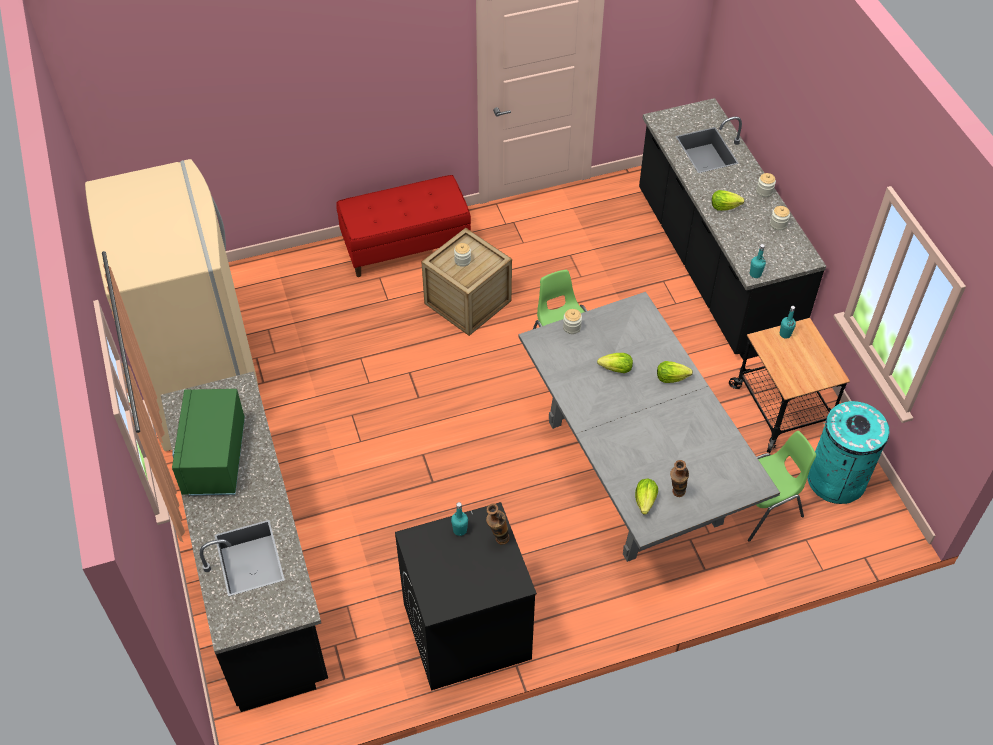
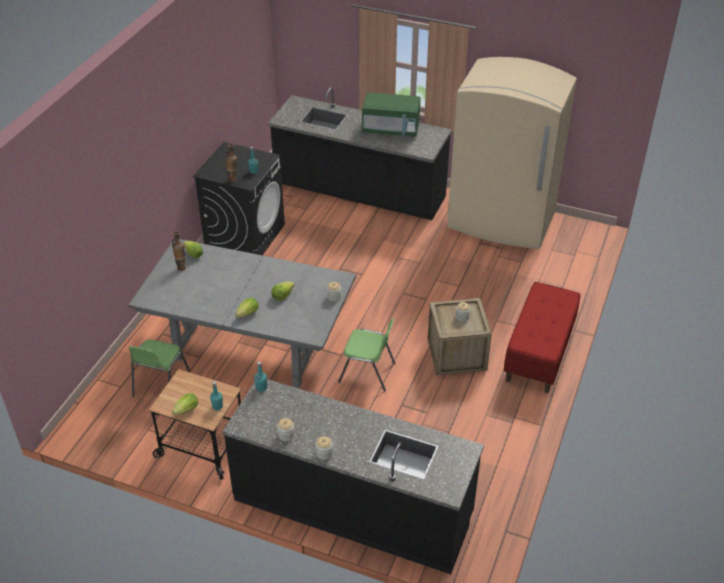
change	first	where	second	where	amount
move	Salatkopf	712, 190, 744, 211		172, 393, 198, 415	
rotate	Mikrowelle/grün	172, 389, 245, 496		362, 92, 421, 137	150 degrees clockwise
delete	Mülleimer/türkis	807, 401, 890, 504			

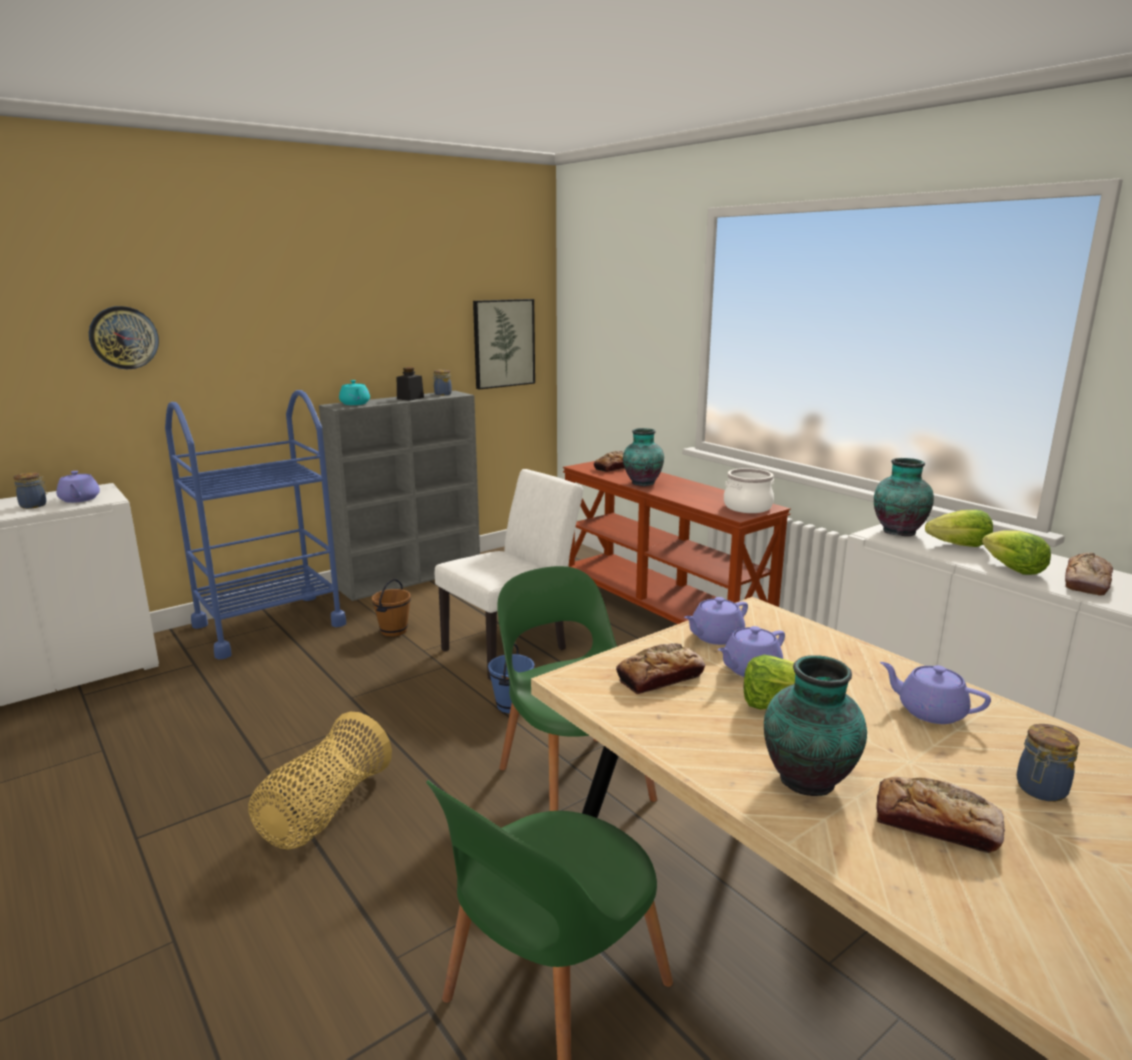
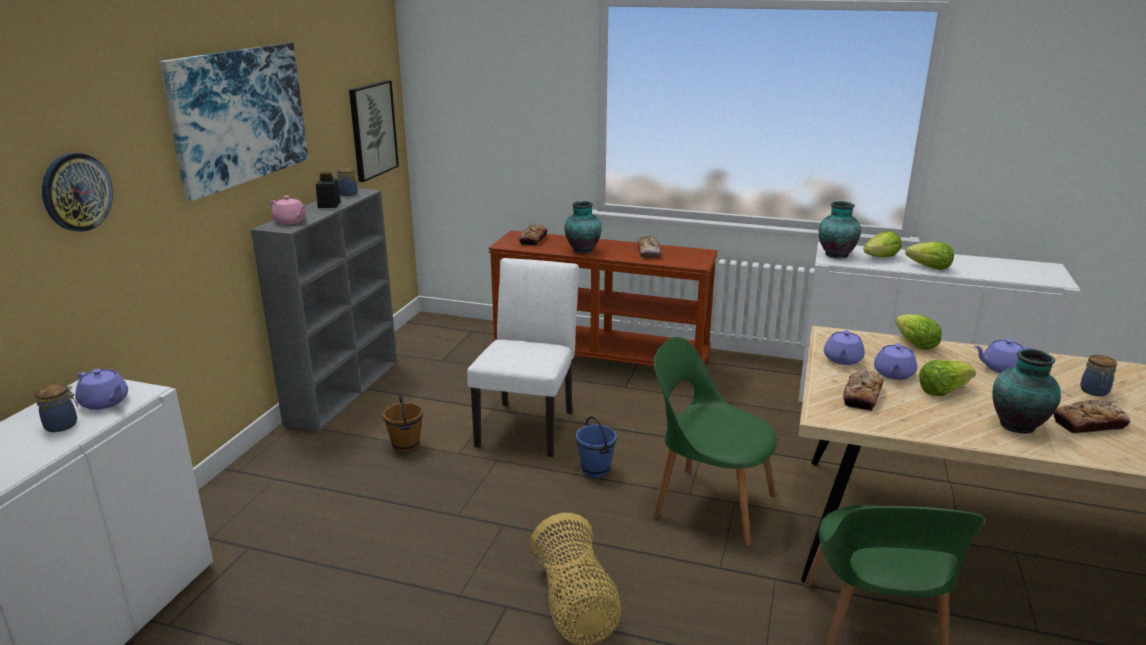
change	first	where	second	where	amount
recolor	Teekanne/türkis	339, 380, 370, 405	Teekanne/rosa	270, 196, 307, 224	
delete	Rollwagen/blau	165, 390, 346, 660			
delete	Kochtopf	724, 468, 774, 513			
move	Brot	1065, 553, 1113, 595		637, 235, 662, 258	
insert			Bild	159, 43, 308, 201	
insert			Salatkopf	895, 314, 942, 350	

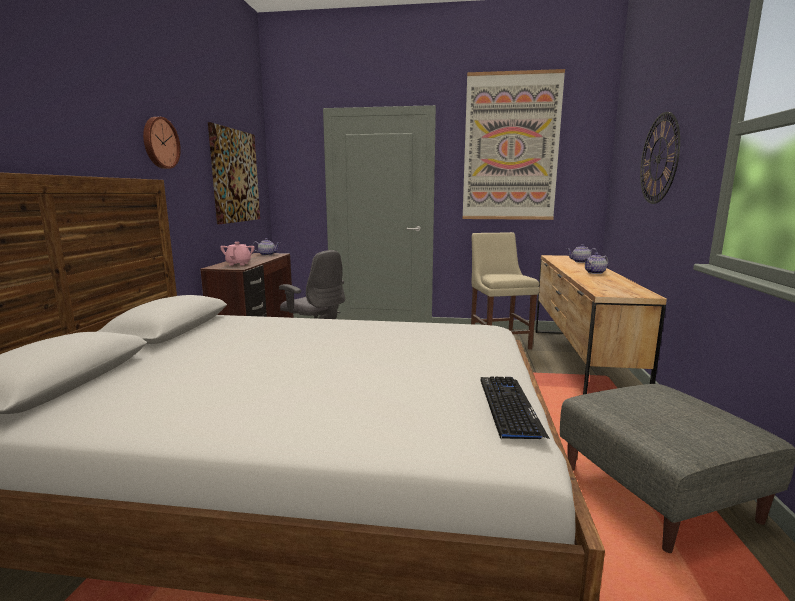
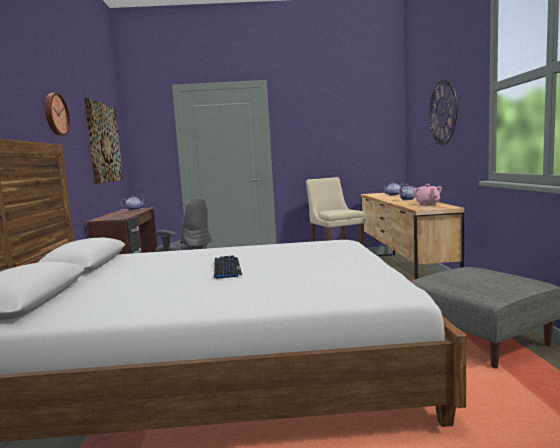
change	first	where	second	where	amount
delete	Bild	463, 69, 565, 220			
move	Teekanne/rosa	220, 242, 254, 266		413, 184, 442, 206	
move	Tastatur	480, 377, 550, 440		214, 255, 242, 279	

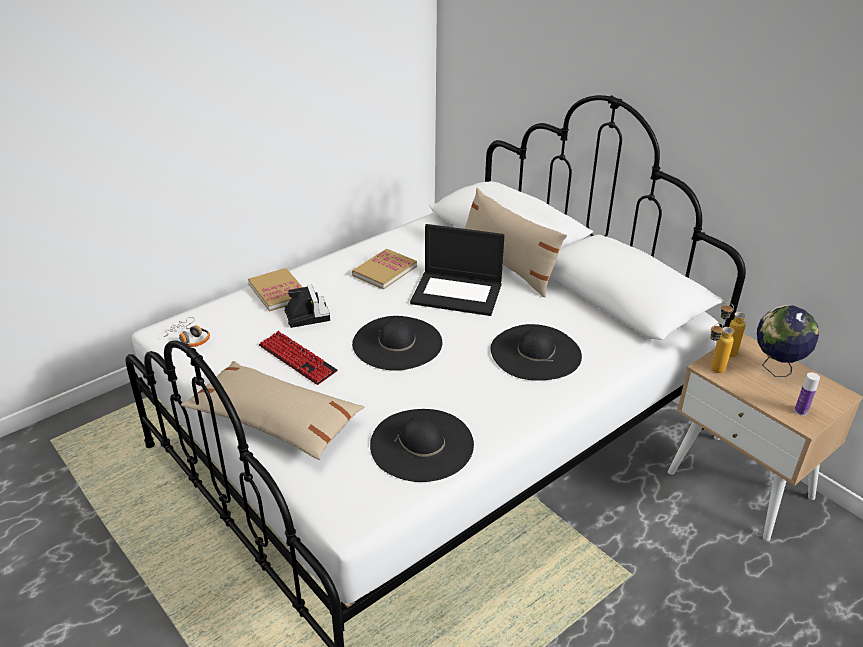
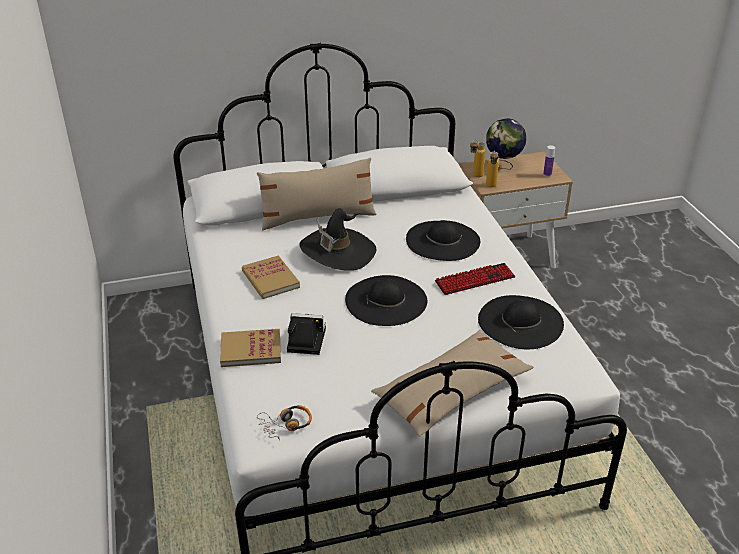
change	first	where	second	where	amount
replace	Laptop	410, 224, 505, 316	Hut/schwarz	300, 208, 376, 271	
move	Tastatur	259, 331, 338, 385		435, 263, 515, 295	

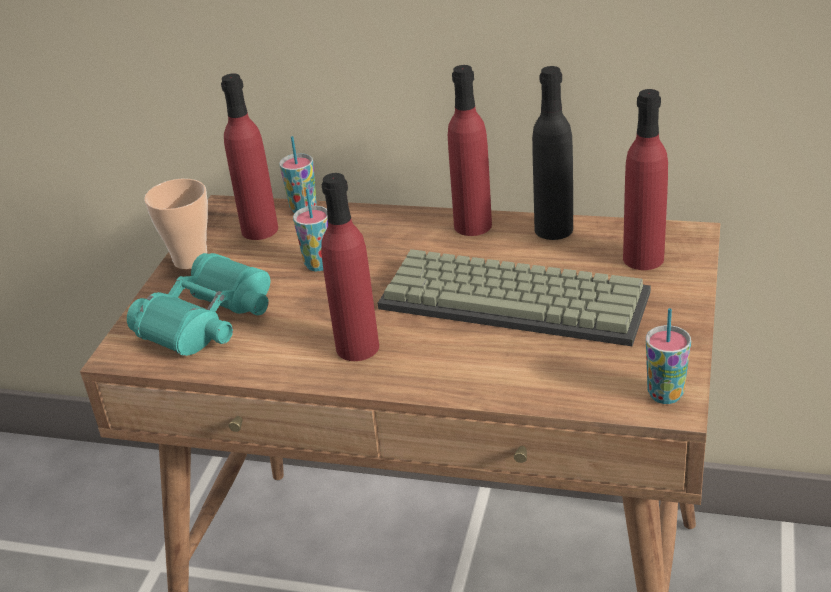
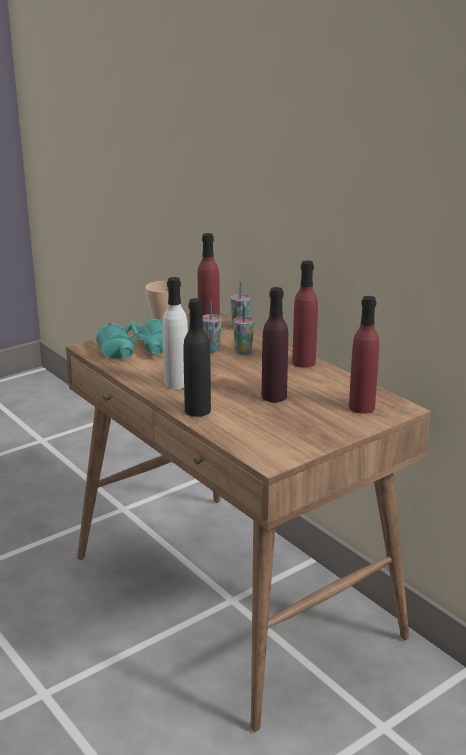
change	first	where	second	where	amount
move	Flasche/schwarz	532, 66, 573, 240		183, 298, 211, 417	
recolor	Flasche/rot	321, 173, 379, 361	Flasche/weiß	163, 277, 188, 389	
replace	Tastatur	378, 249, 651, 346	Flasche/lila	262, 287, 288, 402	
move	Tasse	646, 308, 691, 404		233, 304, 254, 354	

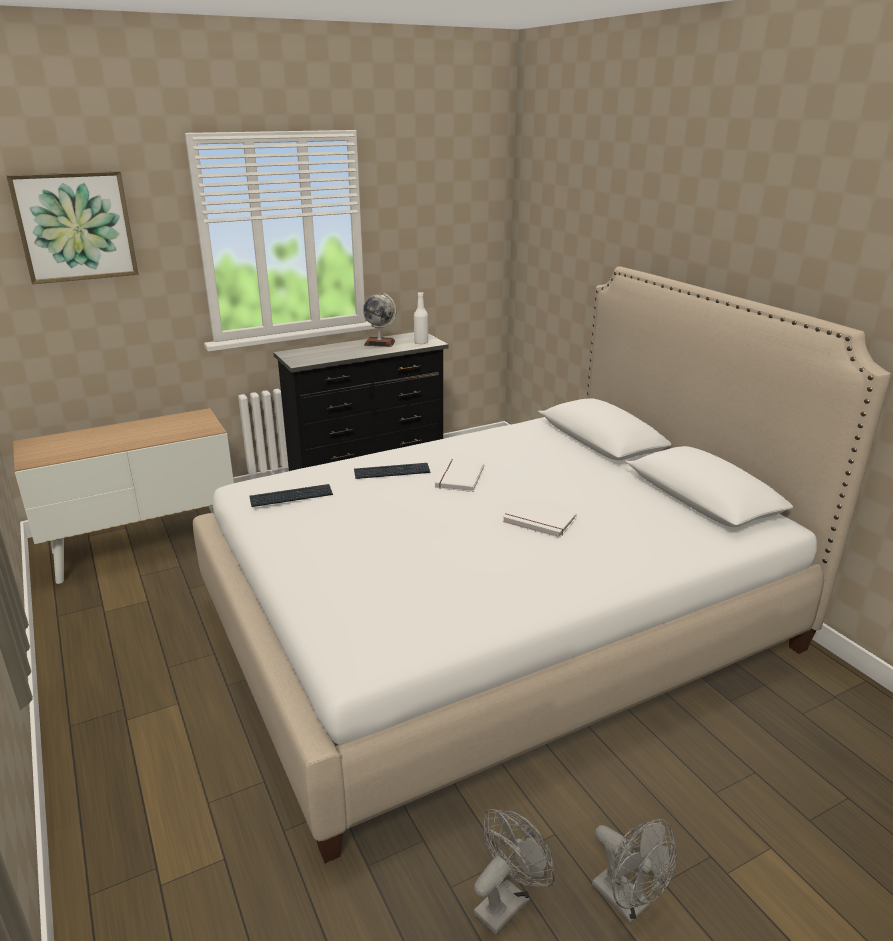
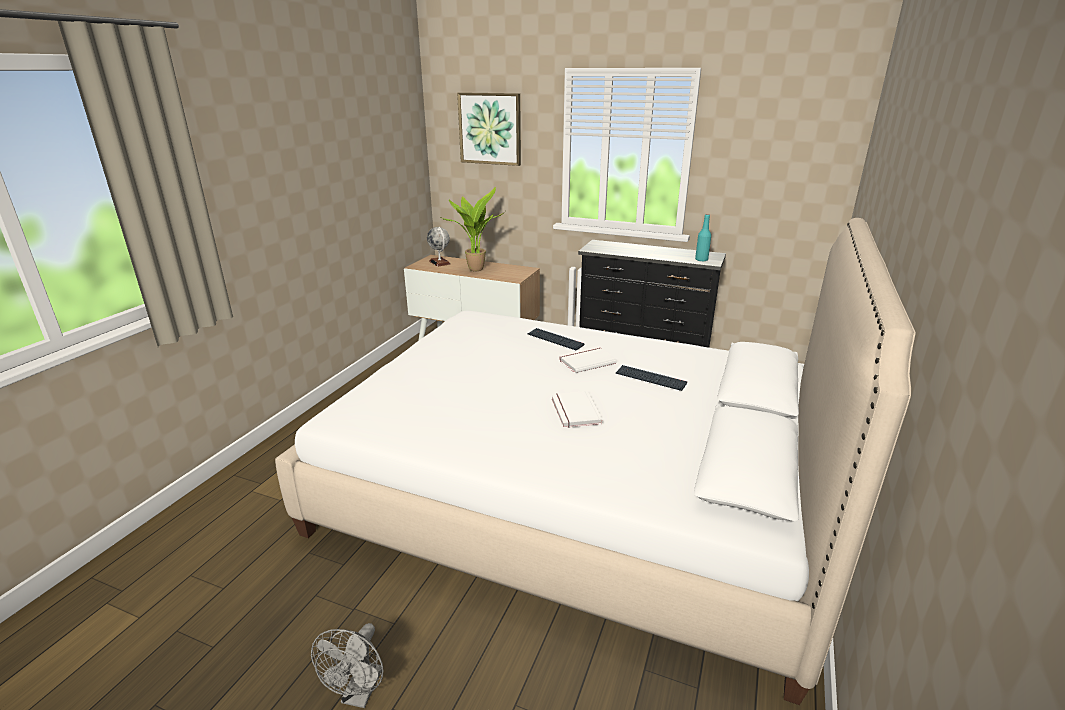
change	first	where	second	where	amount
recolor	Flasche/weiß	414, 292, 428, 345	Flasche/türkis	695, 214, 711, 261	
move	Globus	363, 293, 396, 347		427, 227, 450, 267	
move	Tastatur	249, 484, 333, 507		616, 365, 687, 391	
delete	Ventilator/grau	474, 809, 555, 935			
insert			Topfpflanze	439, 187, 503, 271	

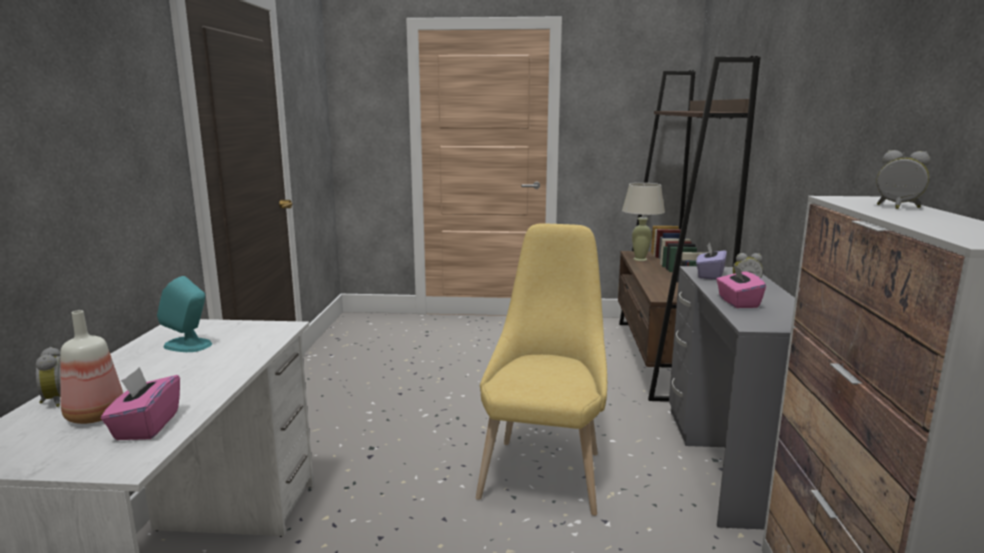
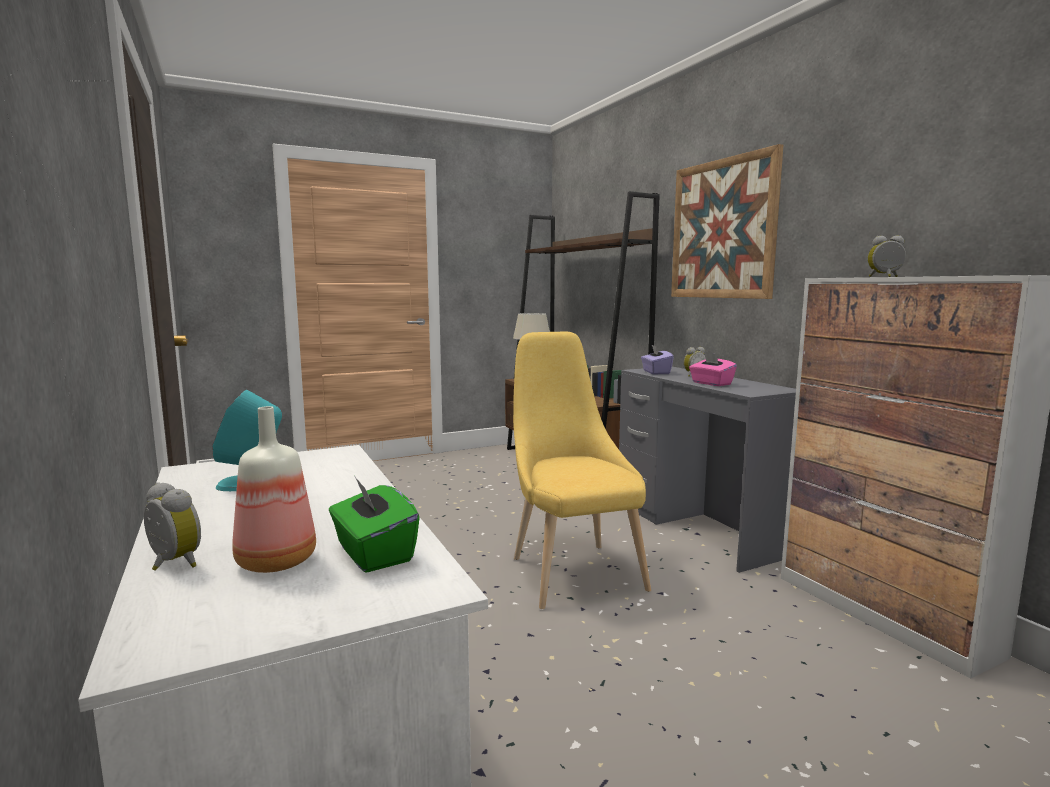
change	first	where	second	where	amount
recolor	Taschentuchbox/rosa	101, 367, 180, 440	Taschentuchbox/grün	329, 475, 420, 573	
insert			Bild	671, 144, 783, 299	

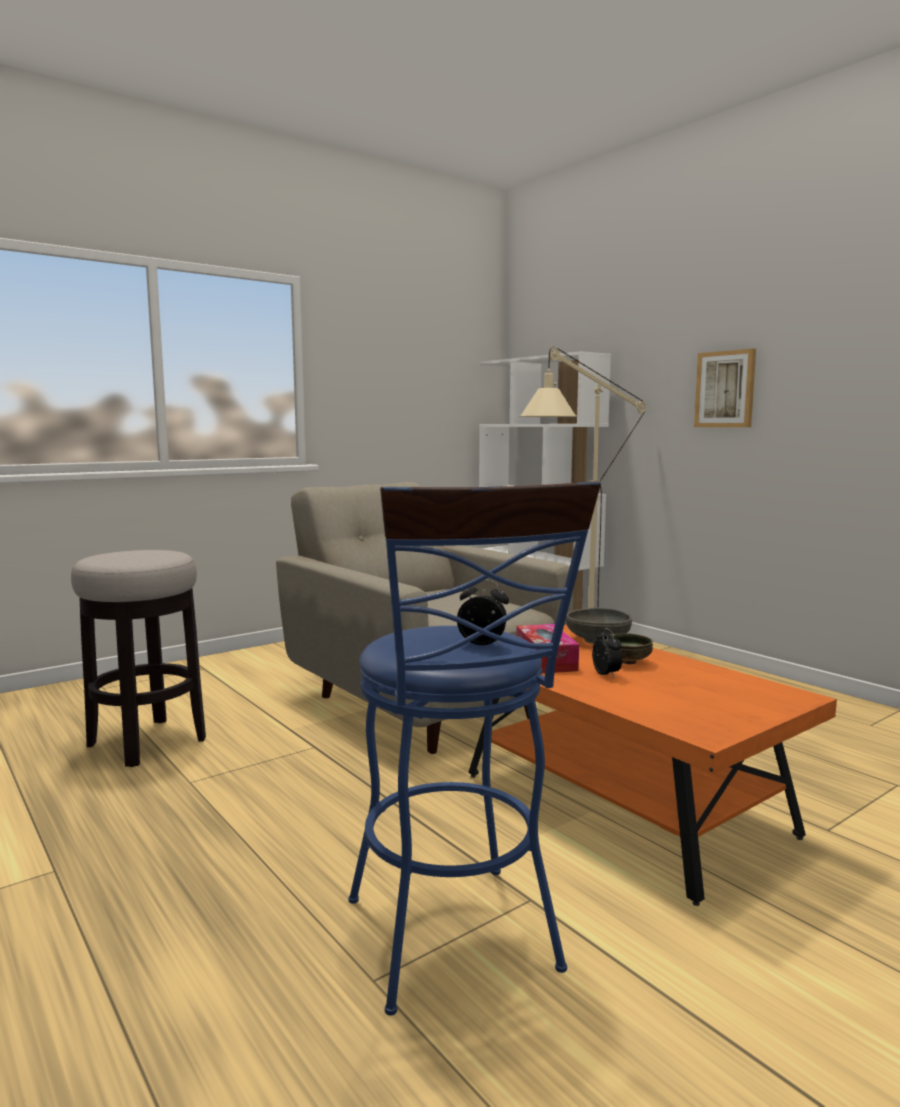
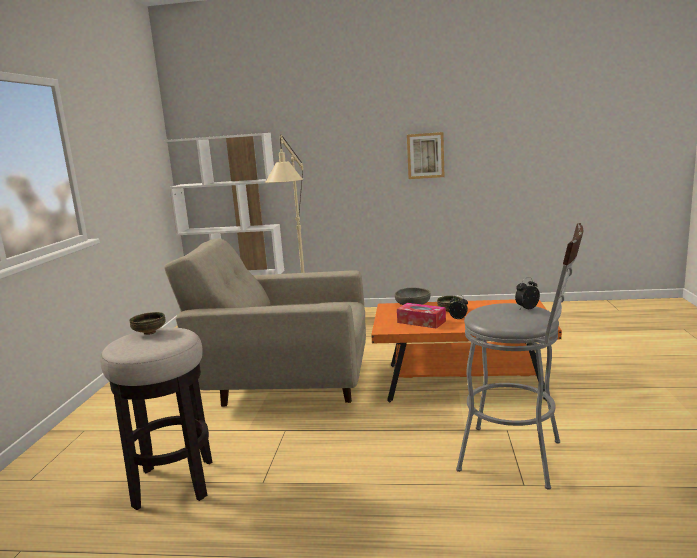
change	first	where	second	where	amount
move	Bild	694, 349, 756, 427		407, 132, 444, 179	
recolor	Hocker/blau	349, 481, 601, 1015	Hocker/grau	456, 223, 583, 490	
insert			Schüssel	129, 312, 166, 335	

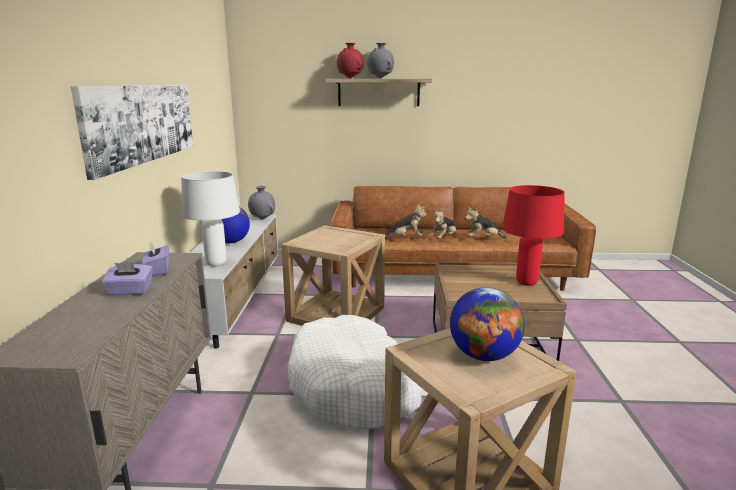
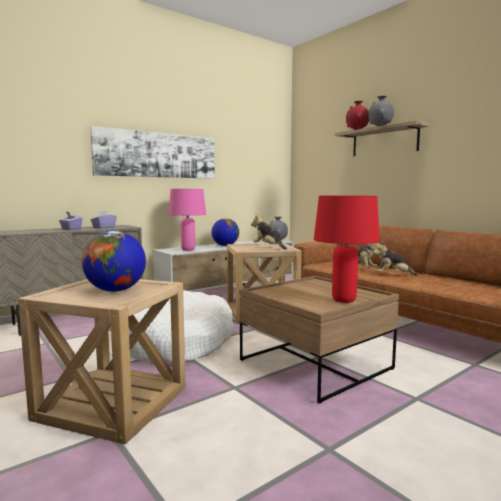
change	first	where	second	where	amount
recolor	Tischlampe/weiß	181, 171, 240, 266	Tischlampe/rosa	169, 189, 206, 251	
move	Plüschtier	465, 207, 506, 238		251, 214, 287, 250	

